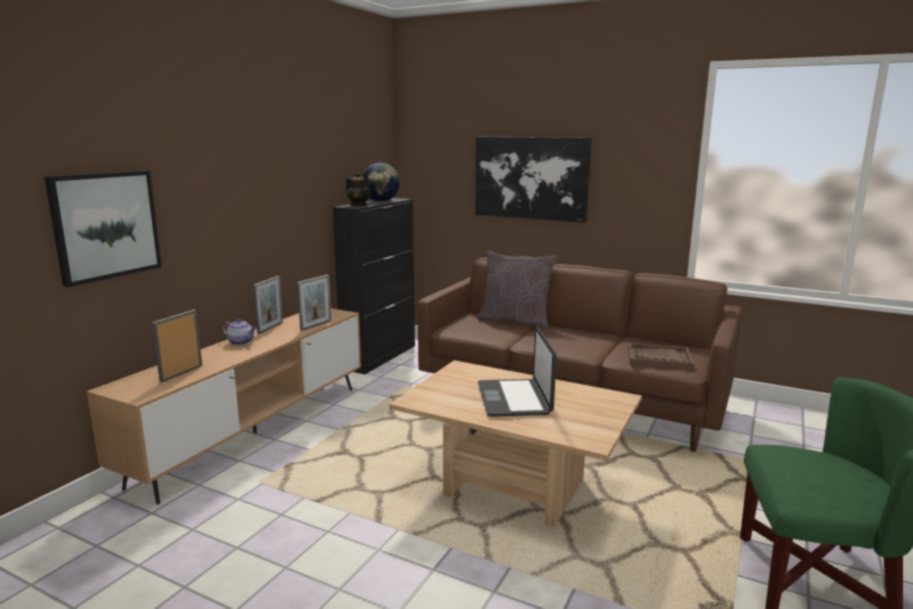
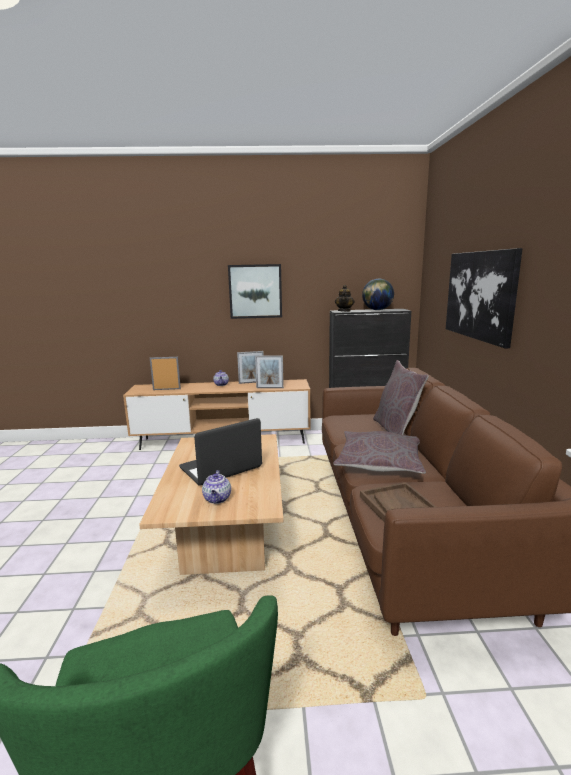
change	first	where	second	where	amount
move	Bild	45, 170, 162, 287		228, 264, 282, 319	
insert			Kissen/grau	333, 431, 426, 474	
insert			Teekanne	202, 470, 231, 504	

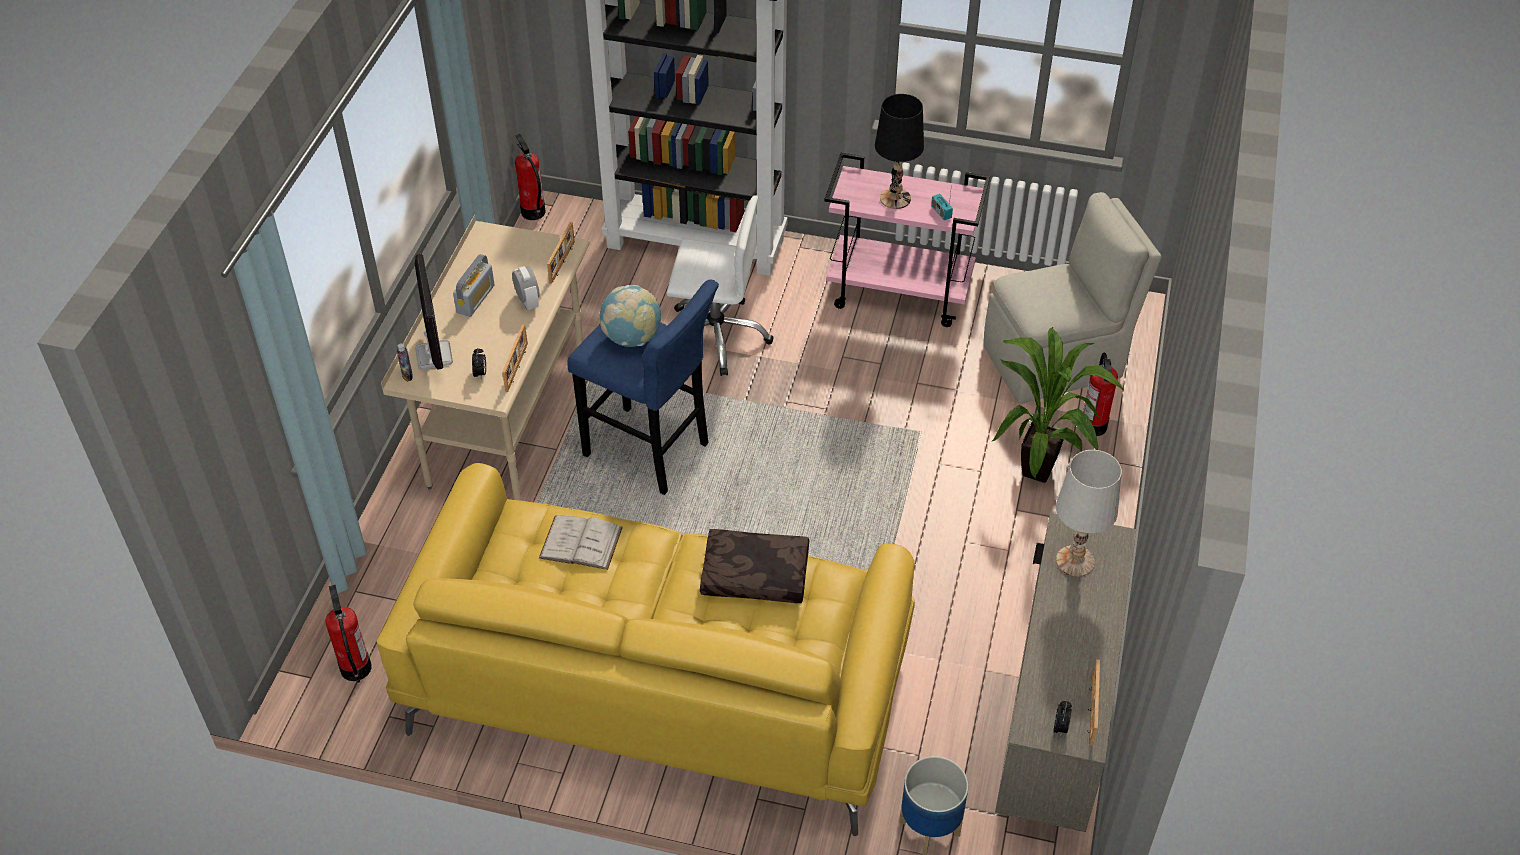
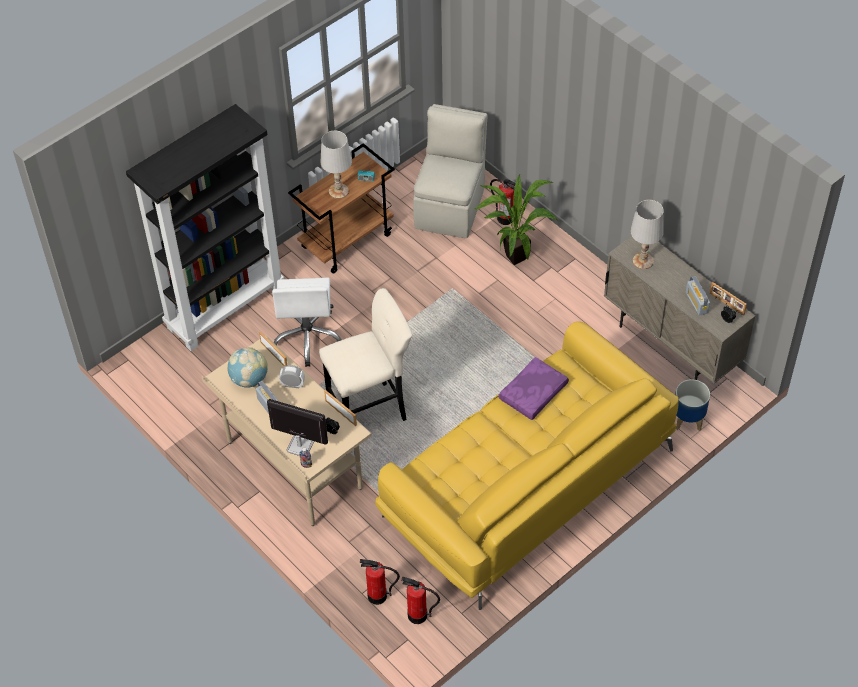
change	first	where	second	where	amount
recolor	Tischlampe/schwarz	875, 94, 924, 209	Tischlampe/weiß	321, 131, 352, 199	
move	Feuerlöscher	515, 134, 545, 220		360, 559, 400, 605	
recolor	Rollwagen/rosa	825, 153, 990, 327	Rollwagen/braun	288, 143, 395, 274	
rotate	Bürostuhl/weiß	667, 195, 774, 376		272, 278, 341, 367	135 degrees clockwise
recolor	Hocker/blau	567, 279, 719, 495	Hocker/beige	319, 288, 412, 421	
move	Globus	599, 285, 661, 347		227, 347, 268, 388	
delete	Buch/weiß	539, 515, 623, 570			
recolor	Kissen/braun	700, 529, 809, 603	Kissen/lila	498, 357, 569, 420	
insert			Radio	686, 276, 710, 316	

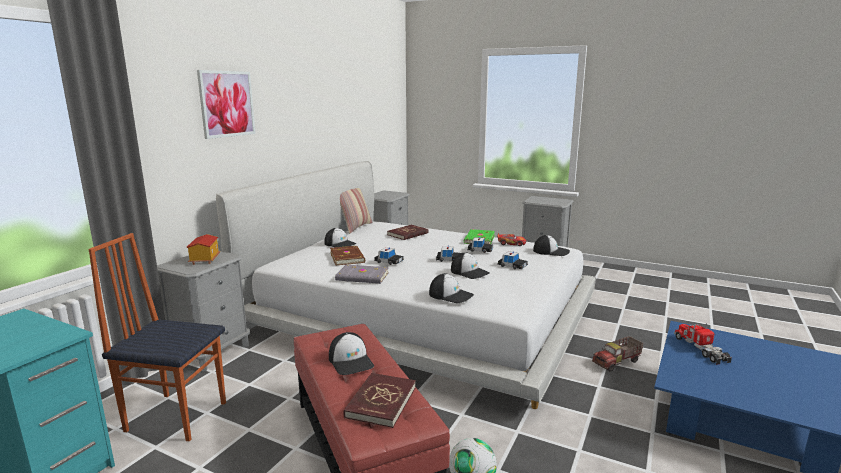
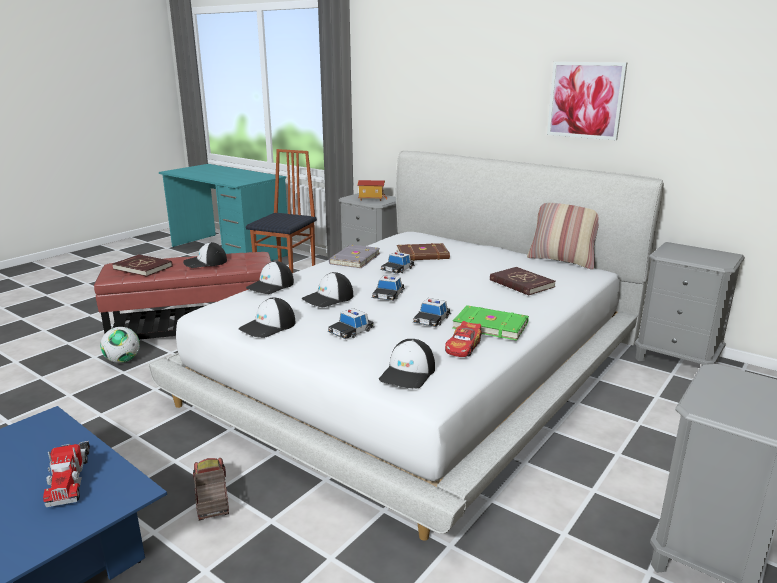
change	first	where	second	where	amount
move	Bild	197, 70, 256, 139		547, 62, 627, 140	
move	Kappe	325, 228, 357, 247		239, 298, 295, 338	
rotate	Spielzeuglaster	674, 323, 732, 365		43, 441, 90, 507	75 degrees clockwise

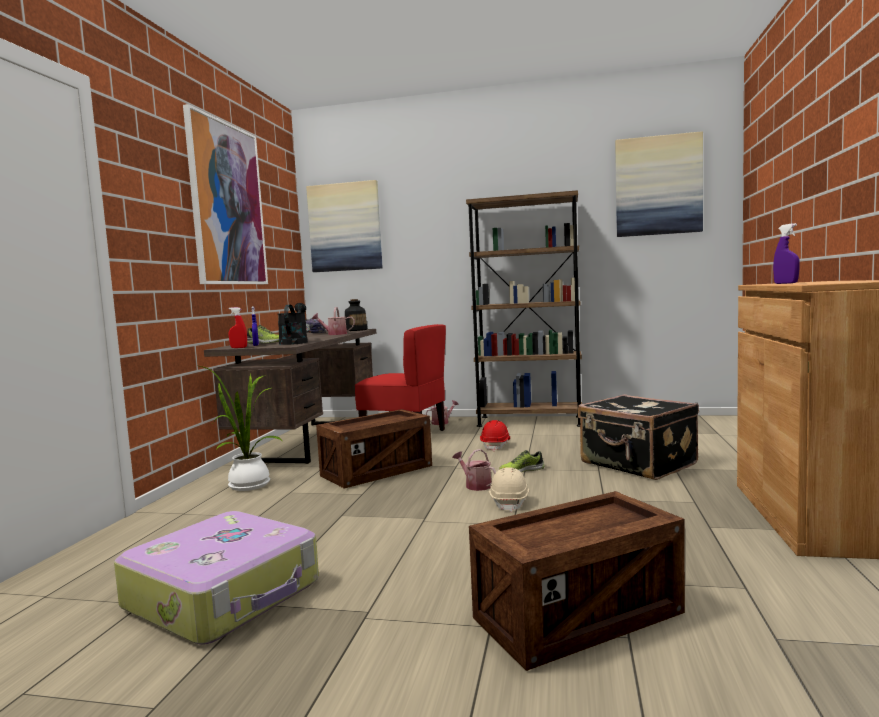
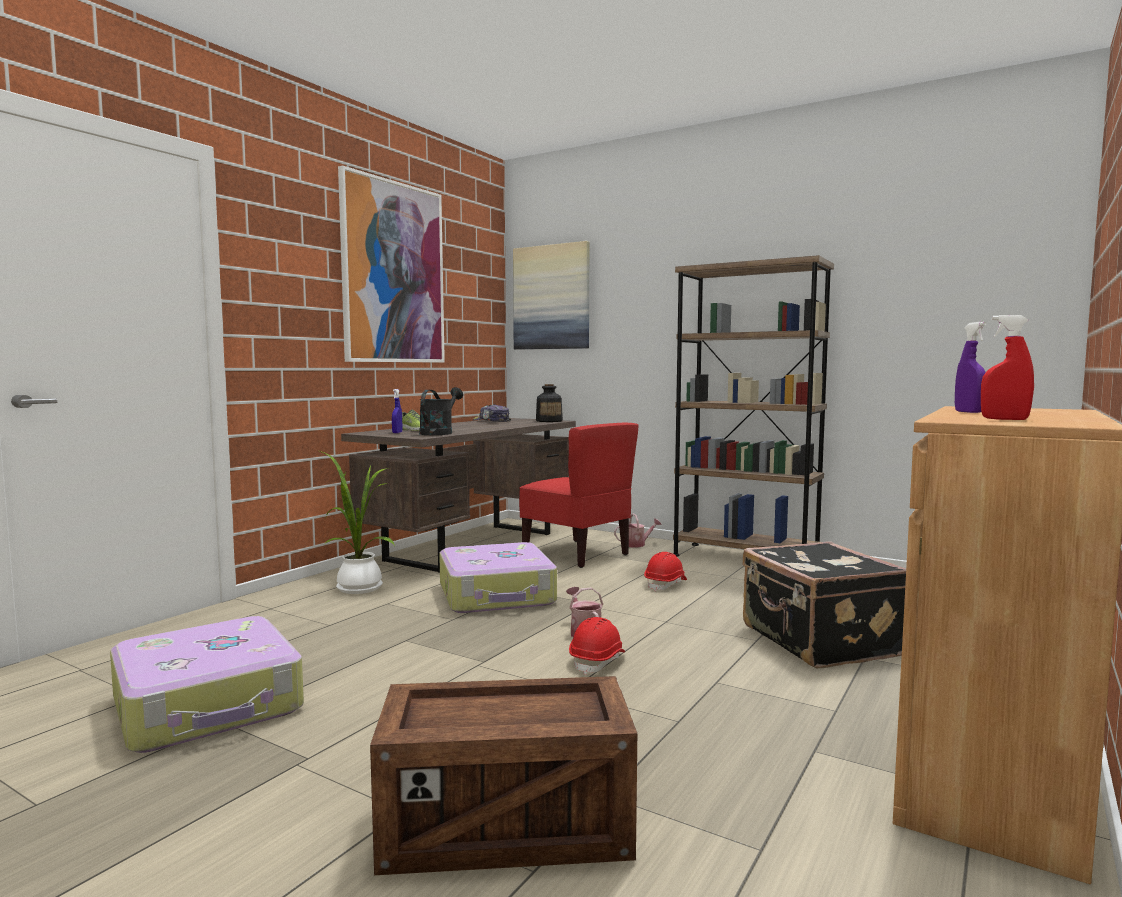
change	first	where	second	where	amount
delete	Bild	615, 131, 703, 237			
move	Sprühflasche/rot	229, 307, 247, 348		981, 315, 1034, 420	
delete	Gießkanne	312, 307, 355, 335			
replace	Kiste	316, 409, 432, 488	Koffer	439, 542, 557, 613	
delete	Schuh	499, 450, 545, 473			
recolor	Schutzhelm/beige	489, 467, 529, 512	Schutzhelm/rot	569, 617, 625, 675	

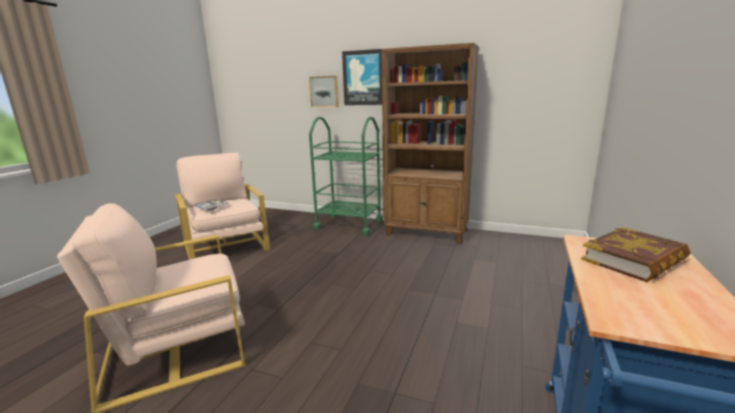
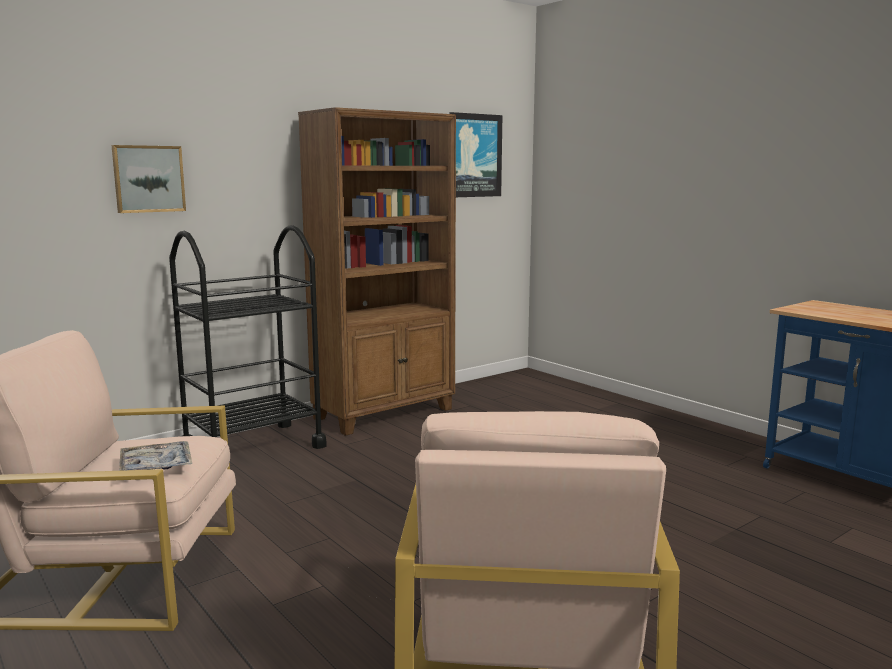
change	first	where	second	where	amount
move	Bild	342, 49, 382, 105		450, 112, 502, 197	
recolor	Rollwagen/grün	309, 117, 383, 236	Rollwagen/schwarz	169, 225, 327, 449	
delete	Buch	581, 227, 690, 282			

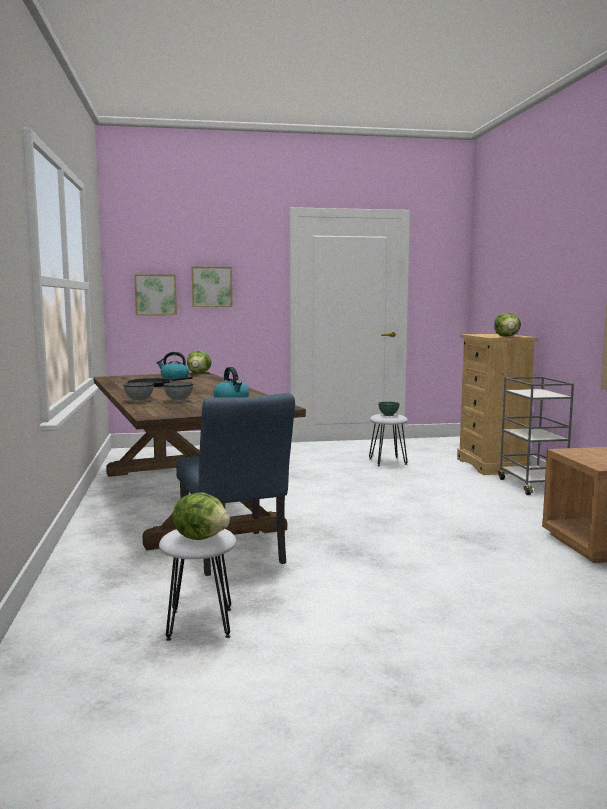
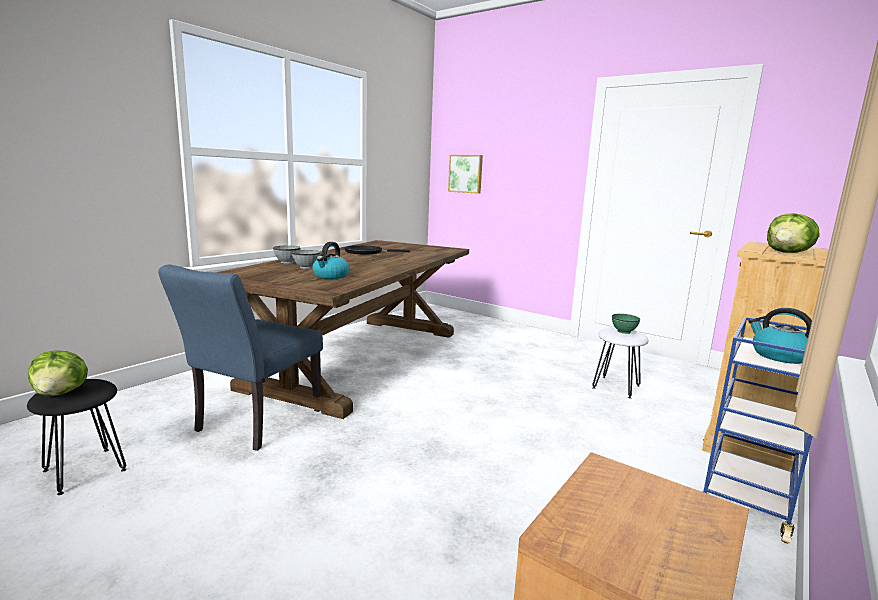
change	first	where	second	where	amount
delete	Bild	192, 266, 232, 307			
delete	Salatkopf	187, 351, 212, 373			
move	Wasserkessel	157, 352, 189, 380		748, 308, 812, 364	
recolor	Rollwagen/grau	498, 377, 574, 495	Rollwagen/blau	701, 317, 813, 544	
recolor	Hocker/weiß	159, 529, 237, 641	Hocker/schwarz	27, 379, 127, 495	

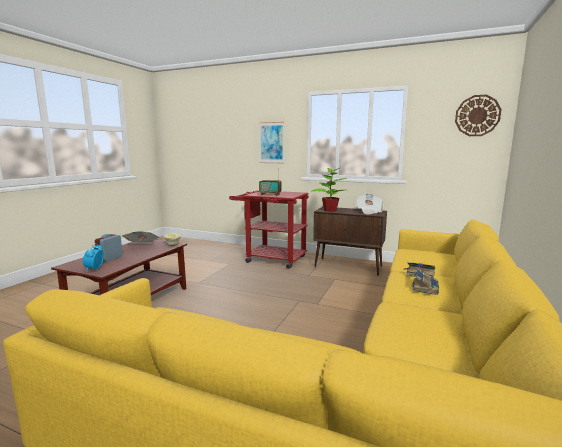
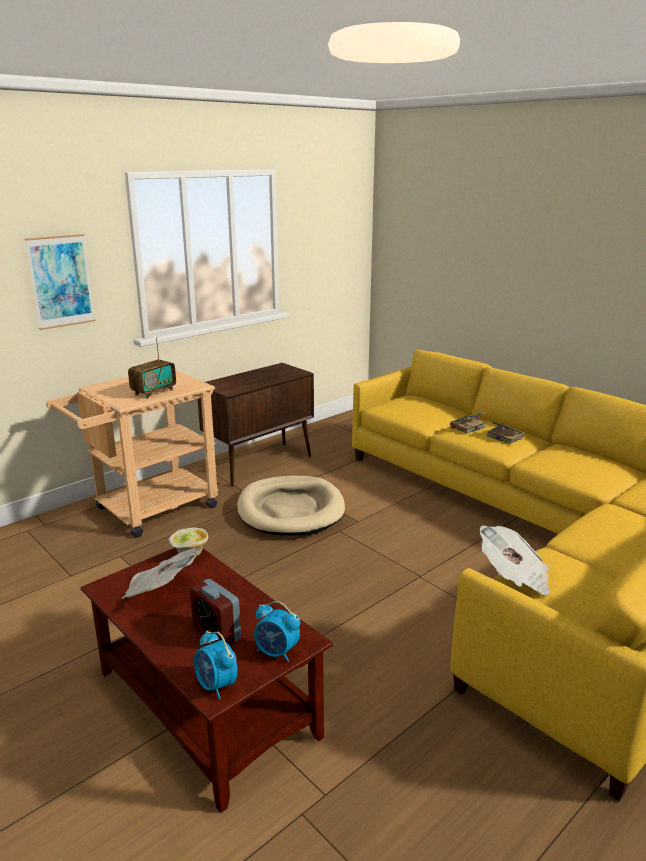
change	first	where	second	where	amount
delete	Wanduhr	455, 95, 502, 136			
delete	Topfpflanze	312, 168, 347, 212			
recolor	Rollwagen/rot	229, 191, 309, 269	Rollwagen/beige	46, 370, 219, 538	
move	Zeitung	355, 193, 384, 214		479, 525, 549, 596	
insert			Hundebett/beige	237, 476, 345, 535	
insert			Wecker	194, 631, 238, 700	

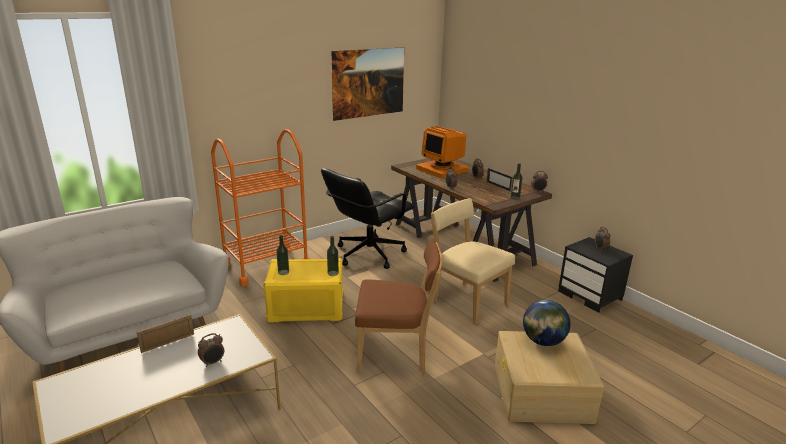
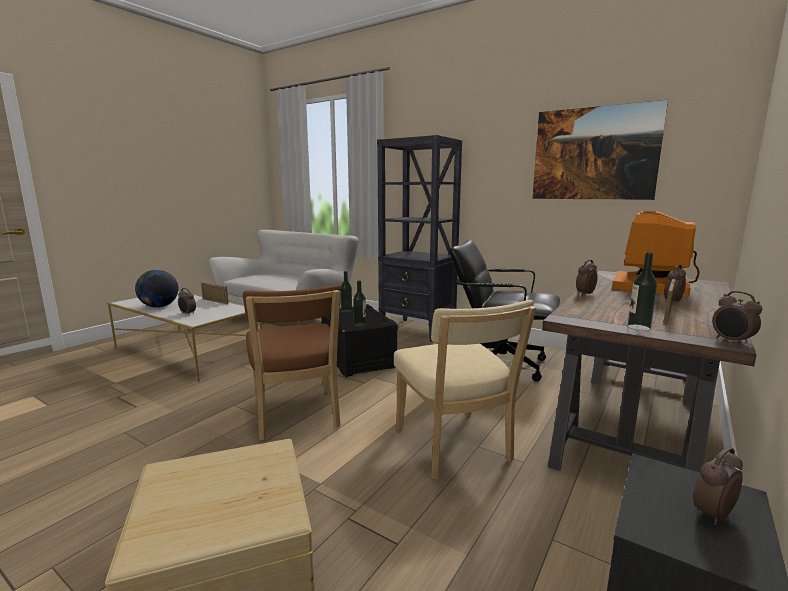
change	first	where	second	where	amount
replace	Rollwagen/orange	211, 129, 310, 286	Bücherregal/schwarz	377, 135, 462, 342	
rotate	Stuhl/beige	431, 198, 515, 325		394, 300, 536, 479	135 degrees clockwise
recolor	Aufbewahrungsbox/gelb	263, 258, 343, 322	Aufbewahrungsbox/schwarz	321, 304, 398, 377	
move	Globus	523, 300, 570, 346		135, 270, 179, 308	

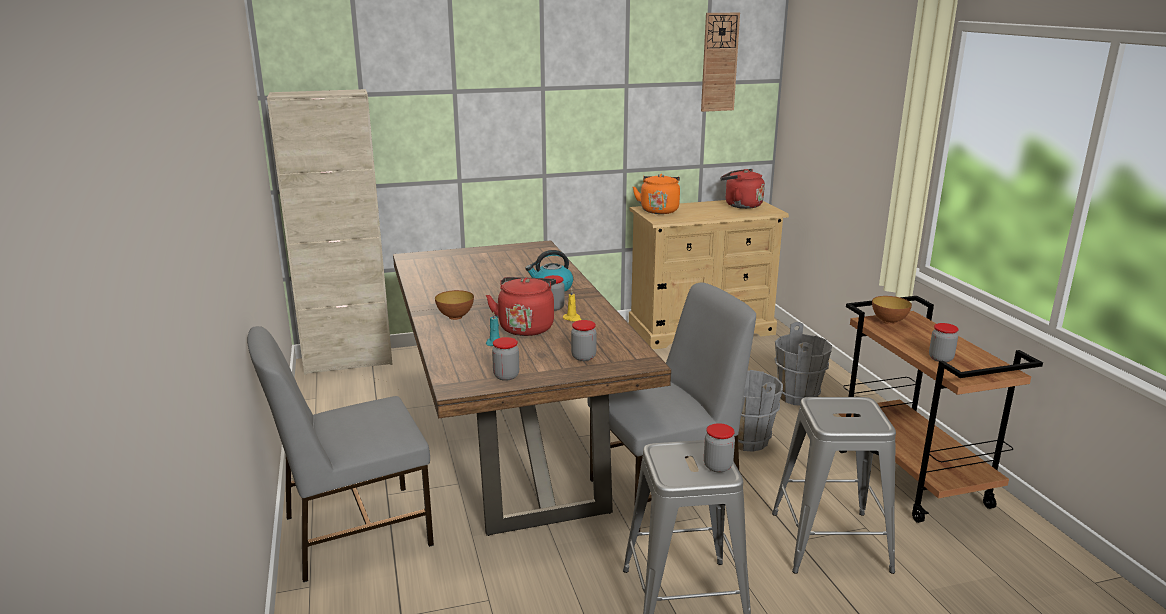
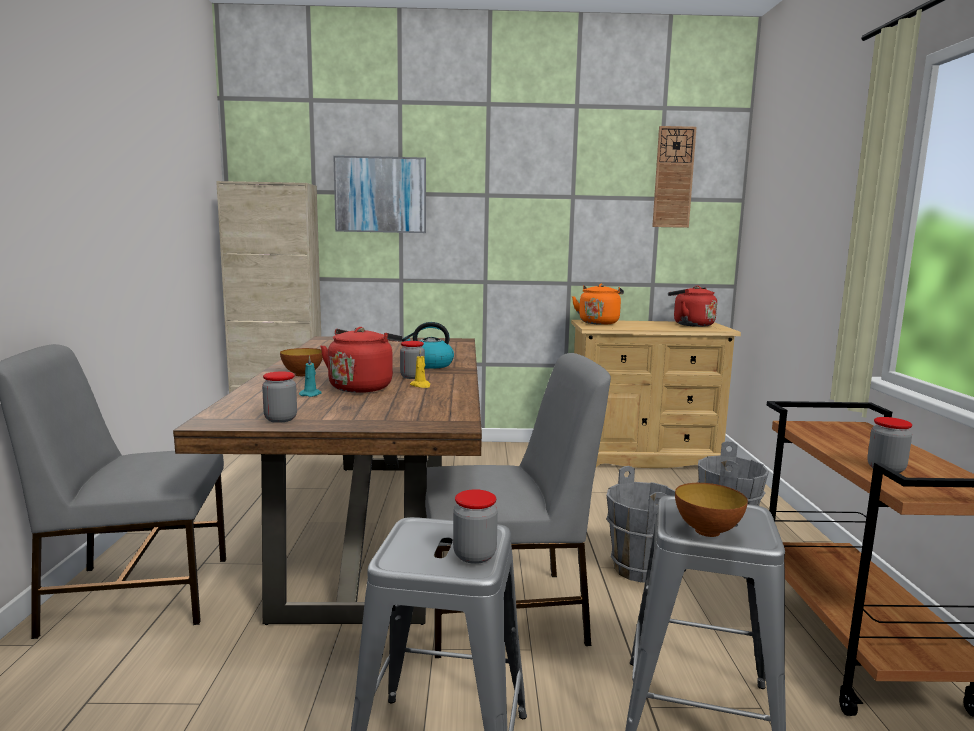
change	first	where	second	where	amount
move	Schüssel	872, 296, 912, 324		675, 483, 748, 537	
delete	Vorratsglas	571, 320, 597, 361			
insert			Bild	333, 156, 426, 233	

